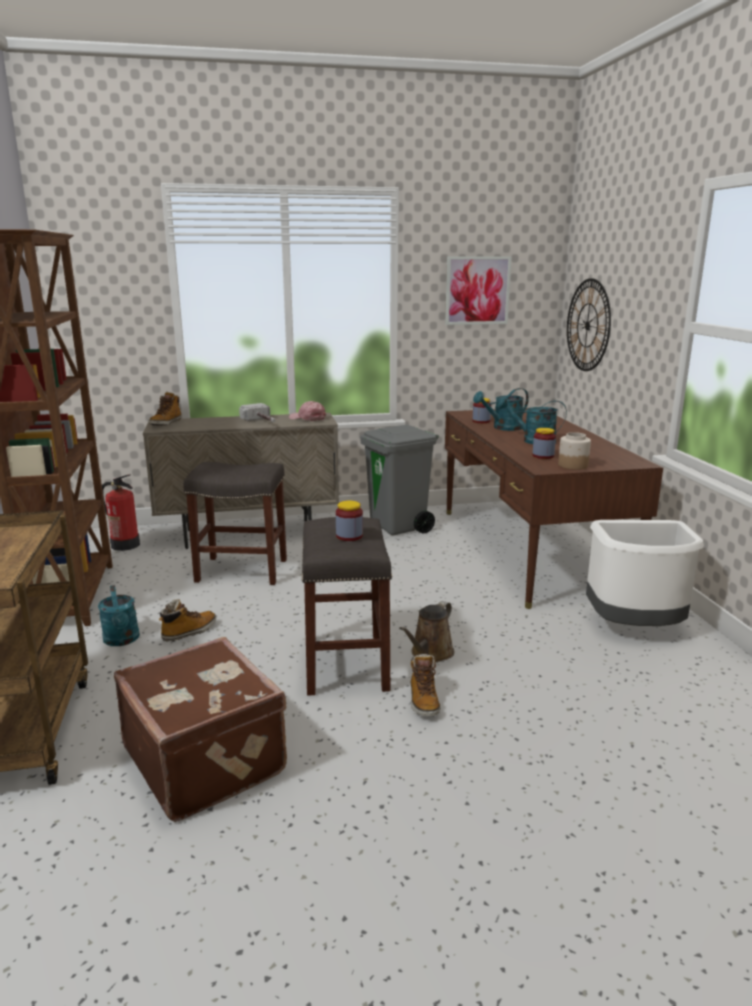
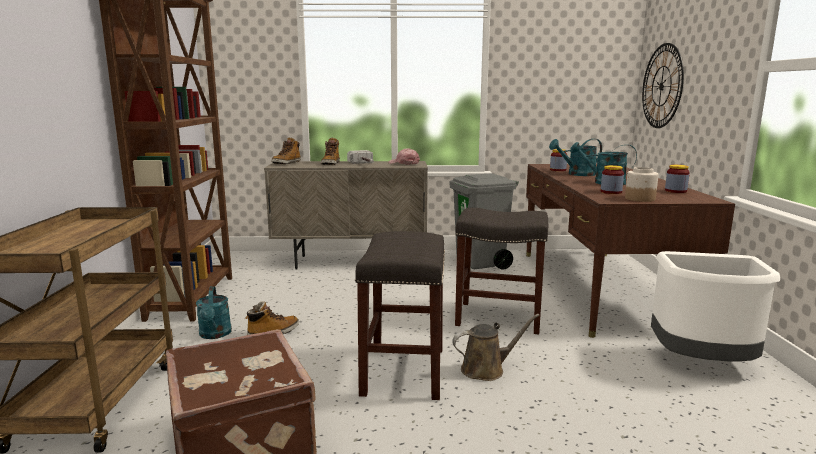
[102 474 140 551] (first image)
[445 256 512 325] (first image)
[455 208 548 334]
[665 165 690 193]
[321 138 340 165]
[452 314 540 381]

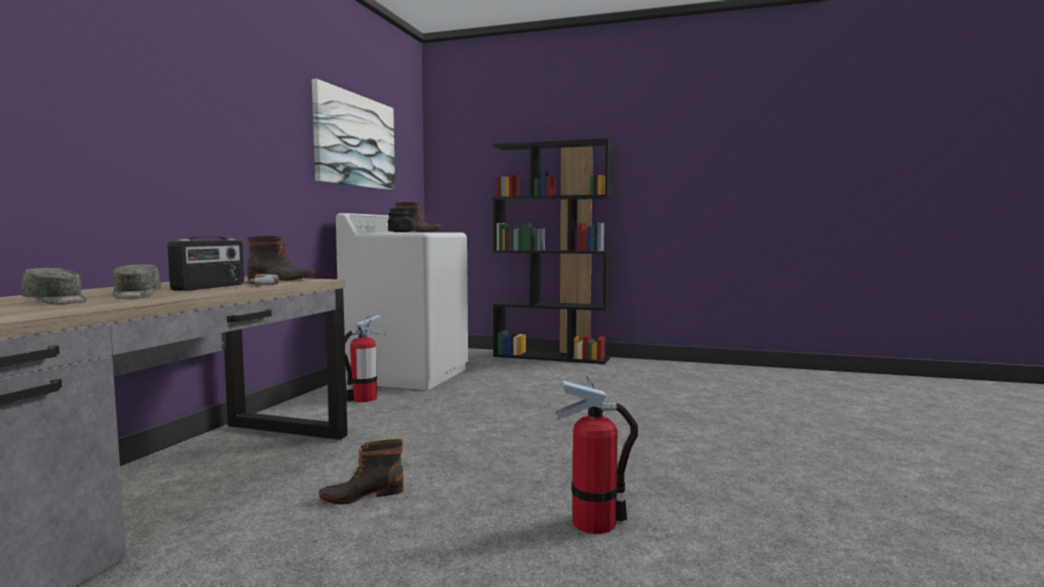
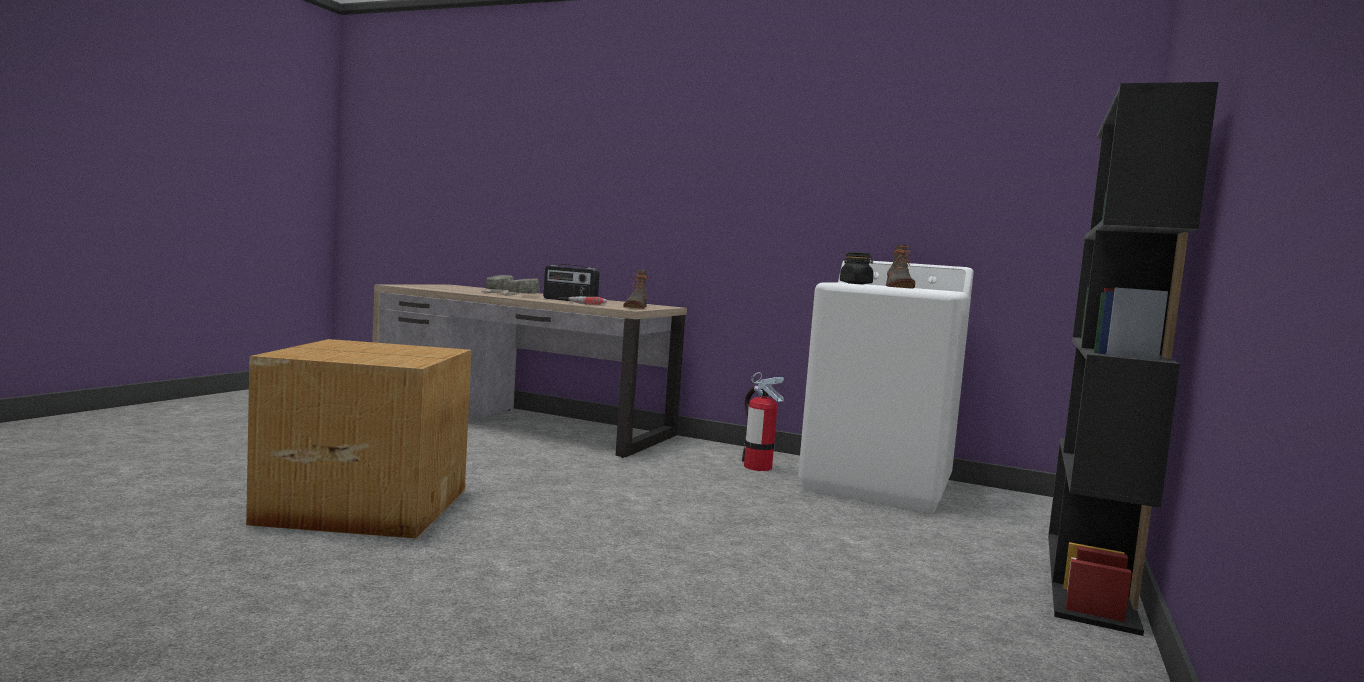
[312 79 395 191] (first image)
[319 439 403 504] (first image)
[246 339 471 539]

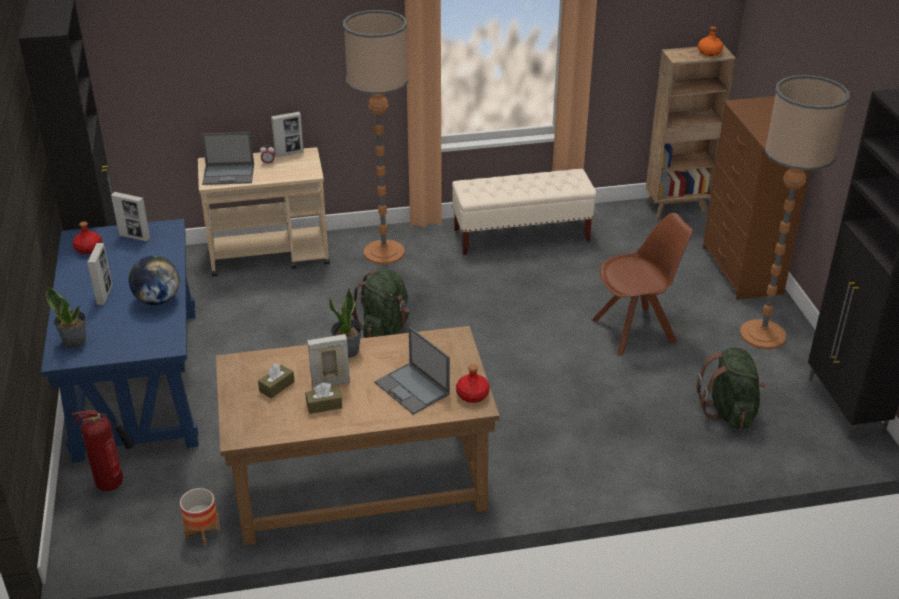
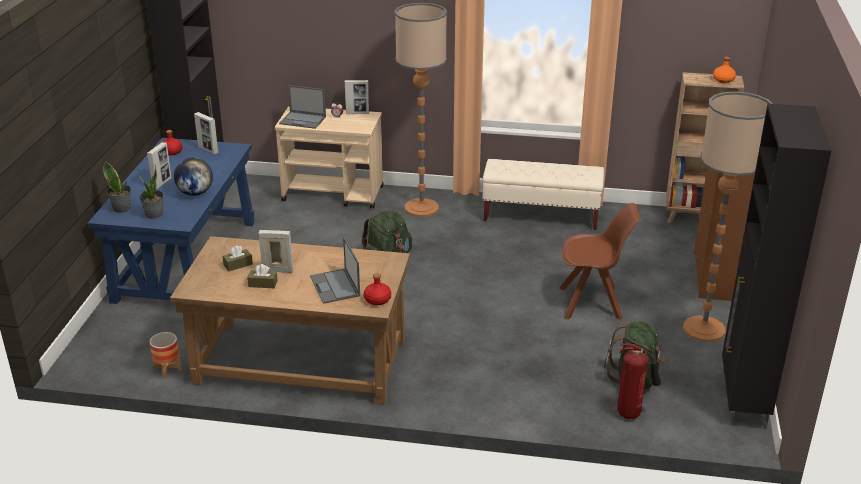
[617 343 661 419]
[138 165 164 219]

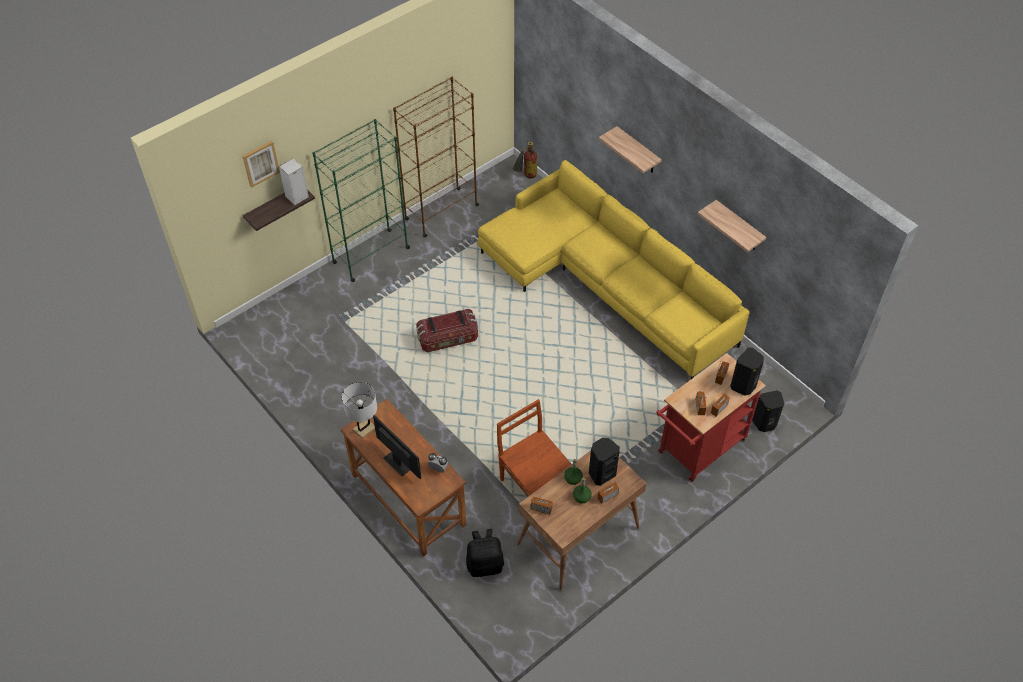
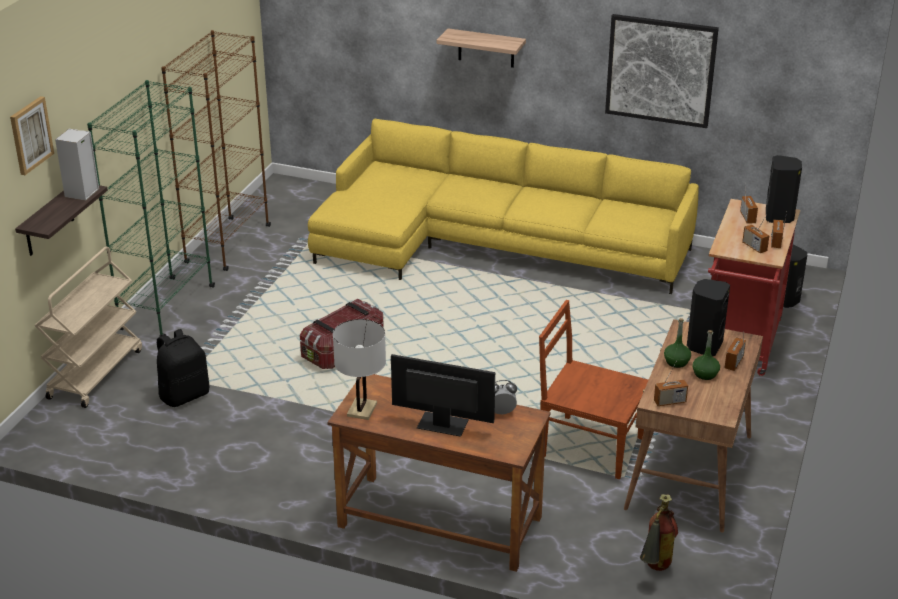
[35 247 142 408]
[157 329 209 407]
[640 494 678 571]
[605 14 719 128]

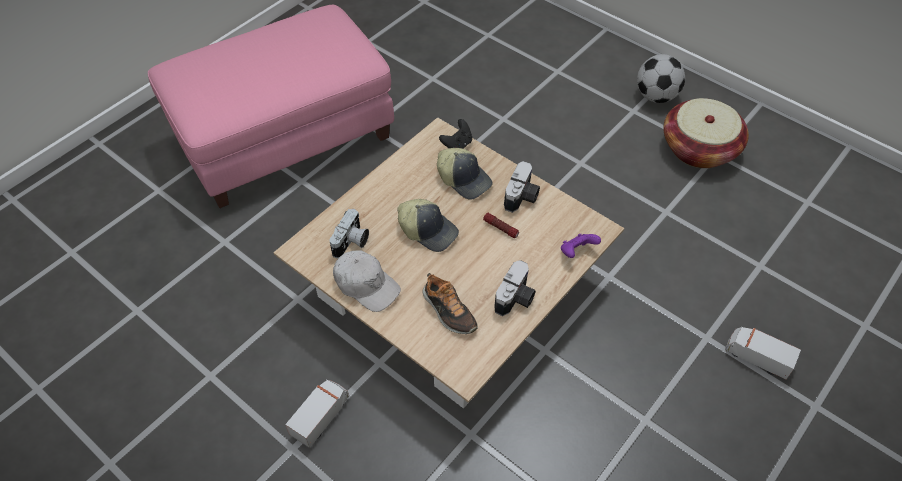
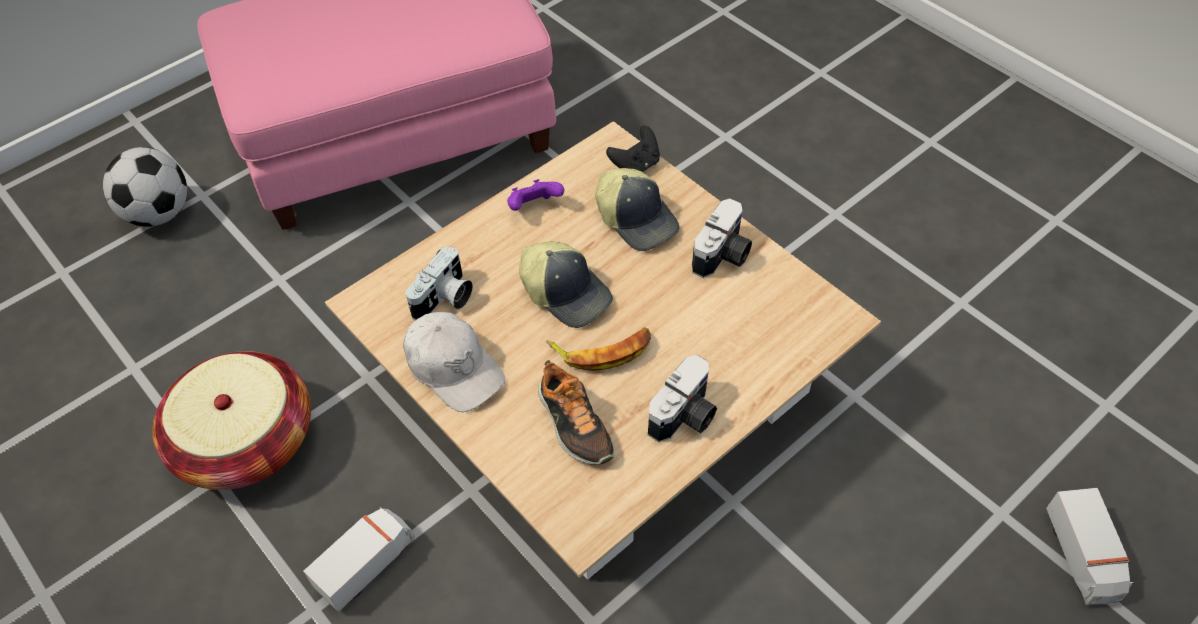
[483 213 519 238] (first image)
[546 327 651 371]
[507 179 564 211]
[103 147 187 227]
[153 351 311 490]
[1046 488 1134 605]

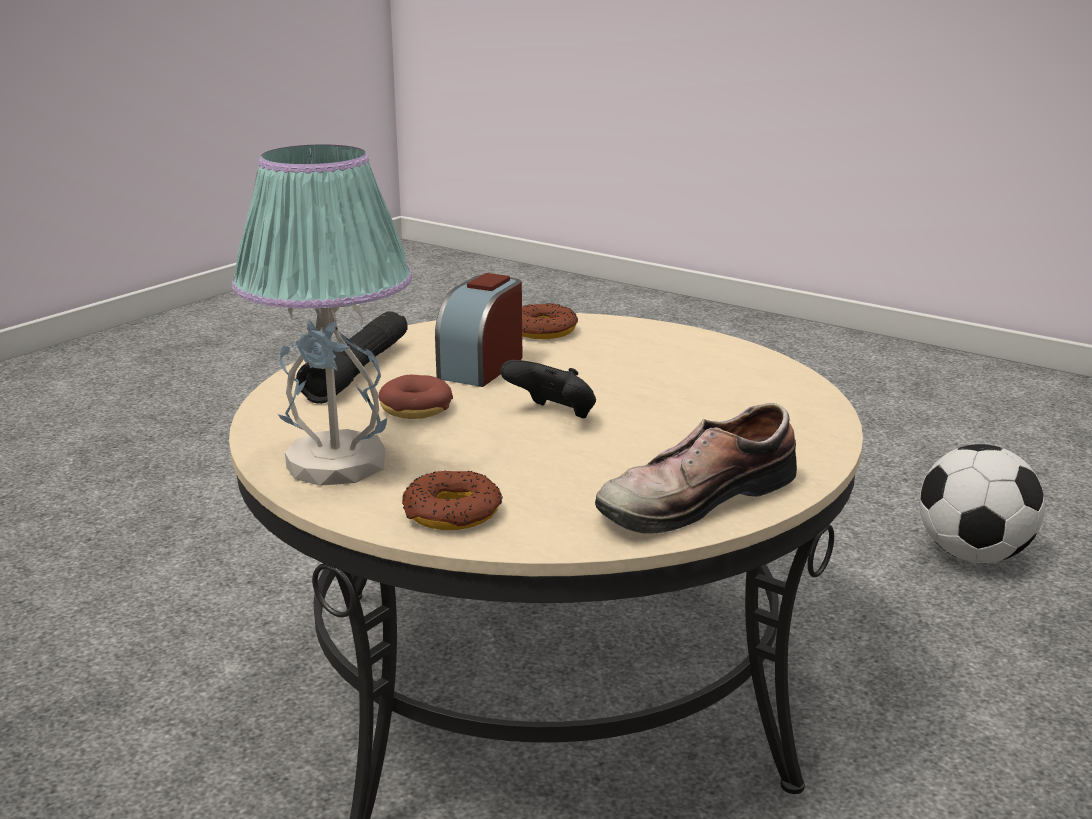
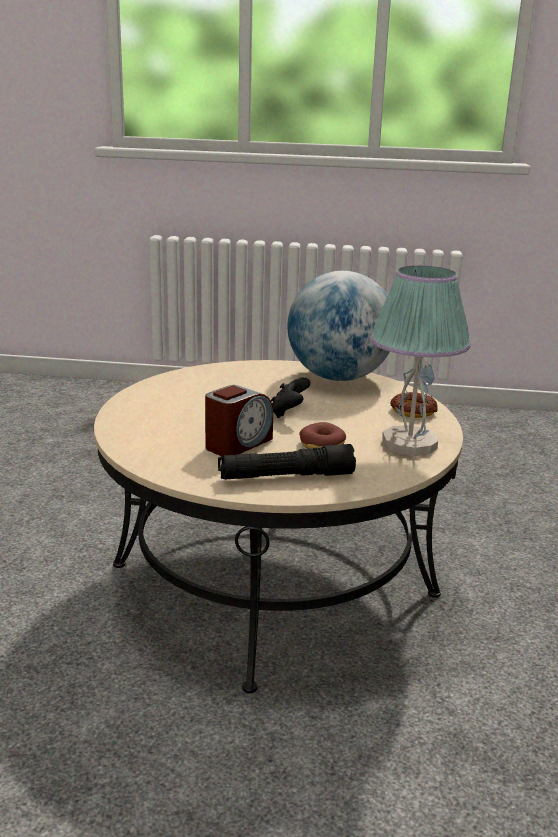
[522 303 578 339] (first image)
[919 444 1045 563] (first image)
[287 271 390 381]
[205 385 273 456]

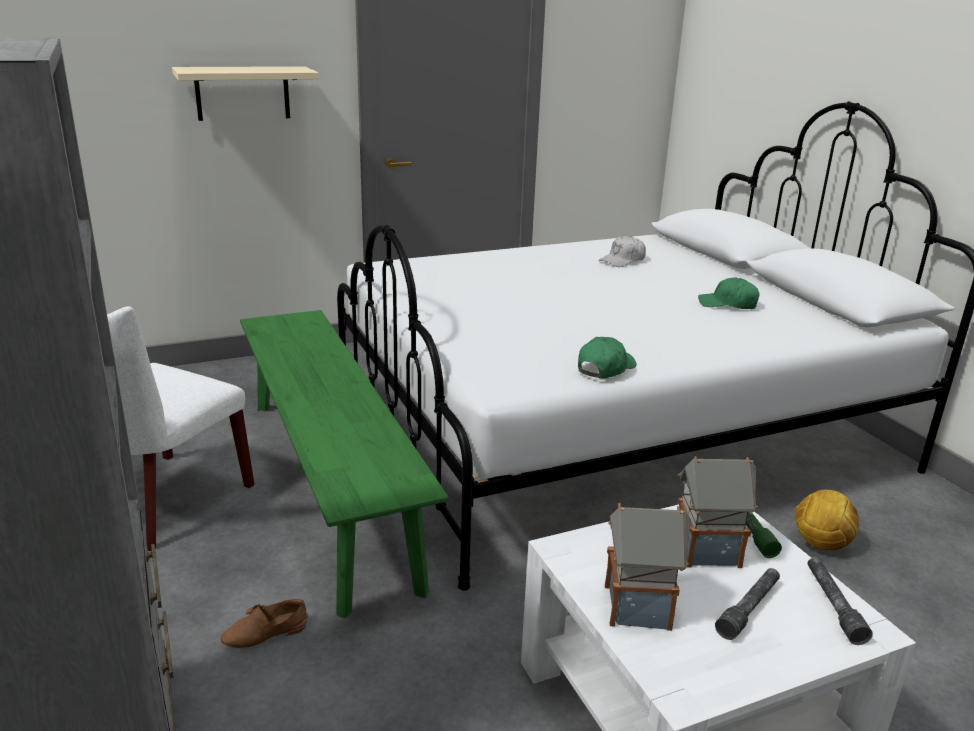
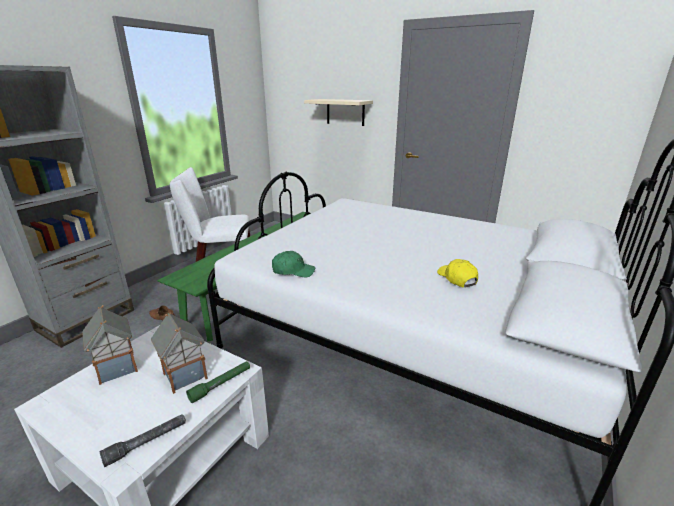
[599 236 646 267] (first image)
[715 568 780 640] (first image)
[795 490 859 550] (first image)
[437 259 478 287]

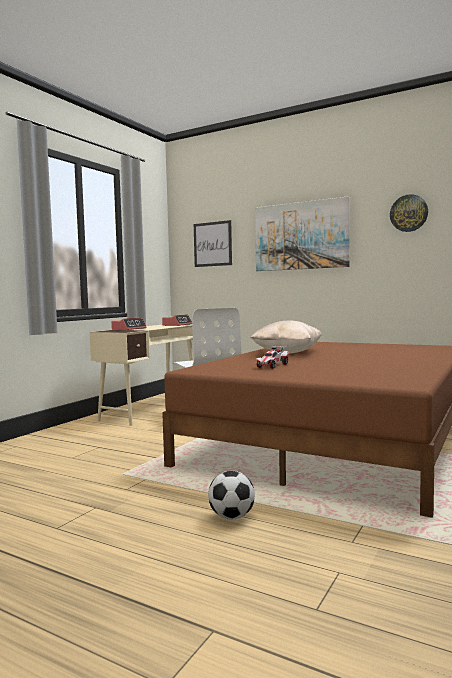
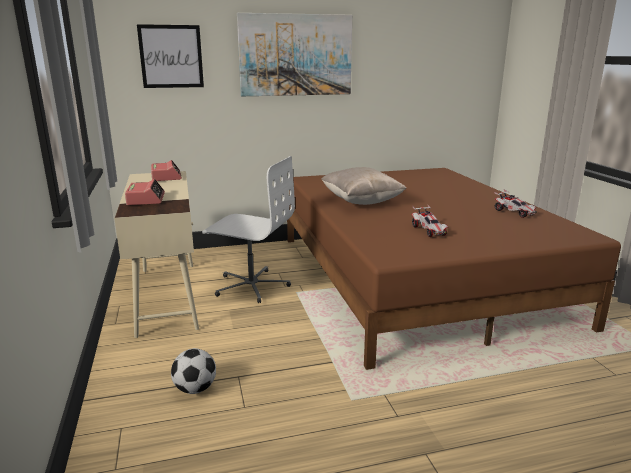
[390 194 428 232] (first image)
[494 190 537 218]
[171 348 216 394]

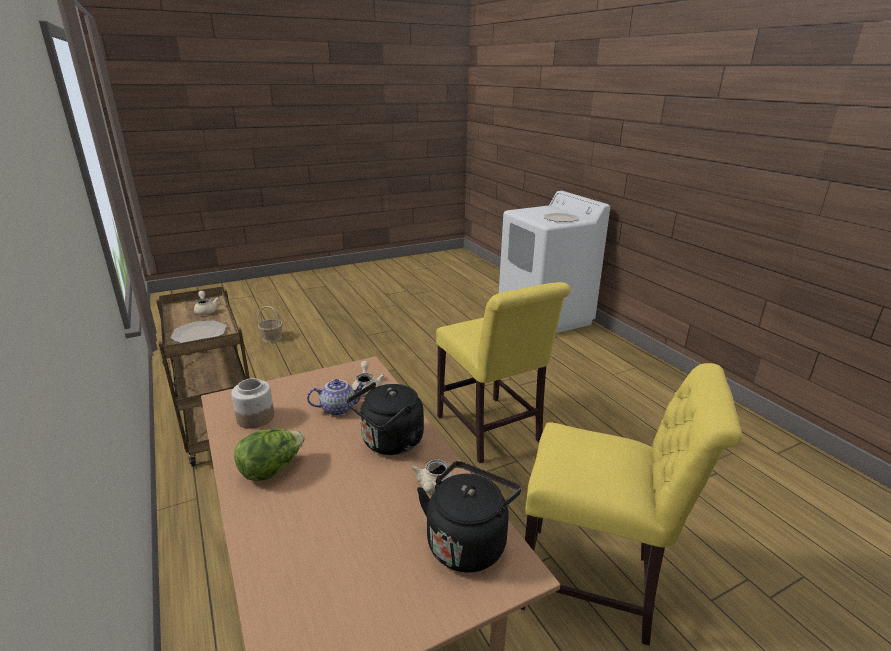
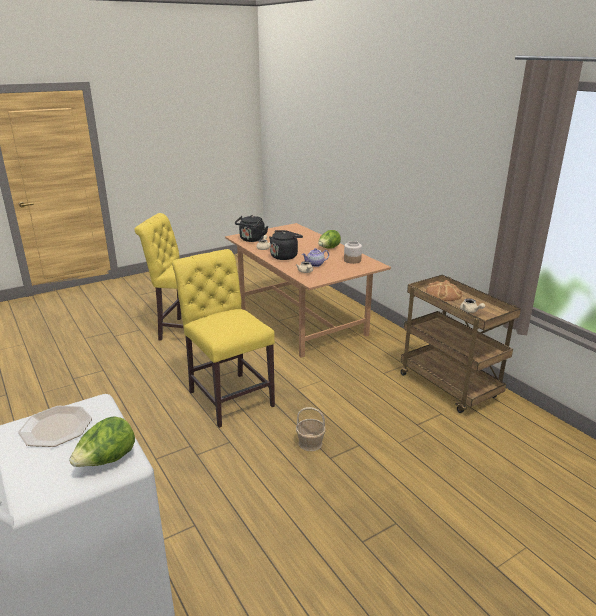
[69 416 135 467]
[296 407 326 451]
[426 280 462 301]

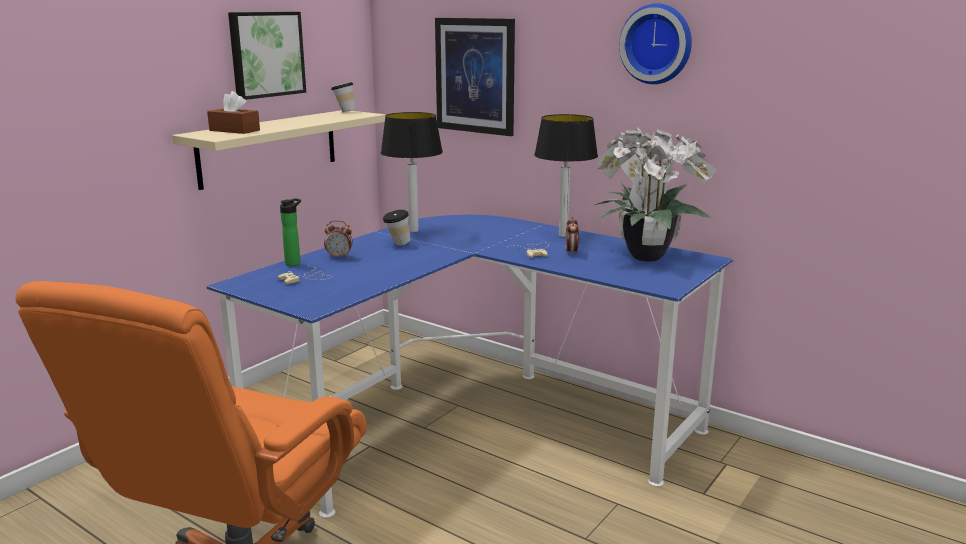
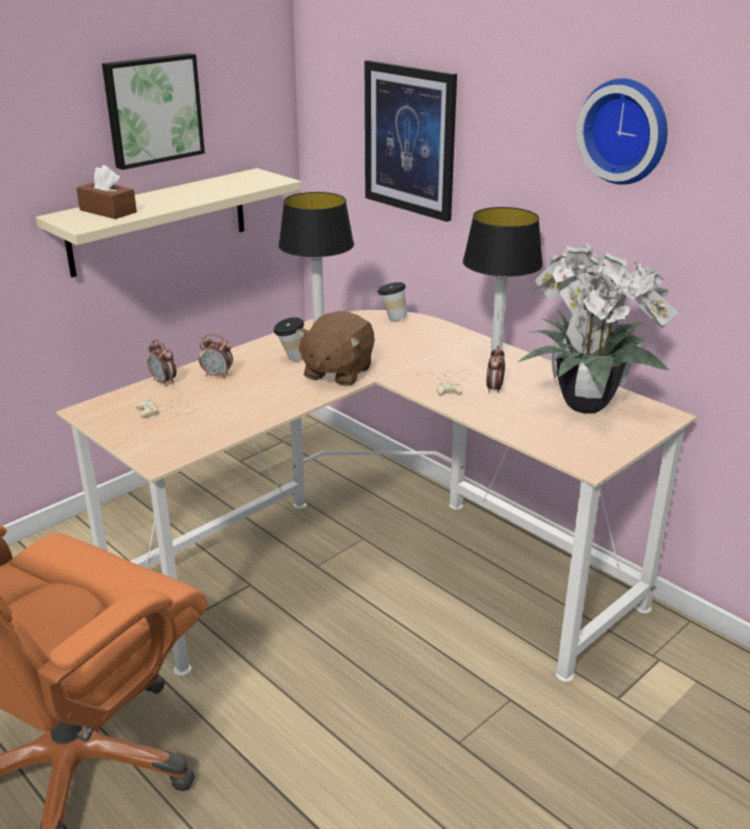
[296 311 375 386]
[377 282 407 321]
[147 340 177 387]
[56 310 697 682]

